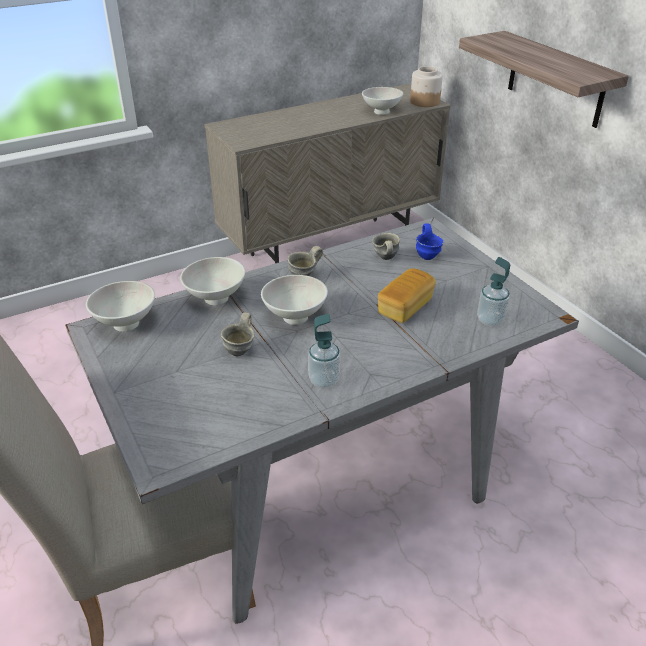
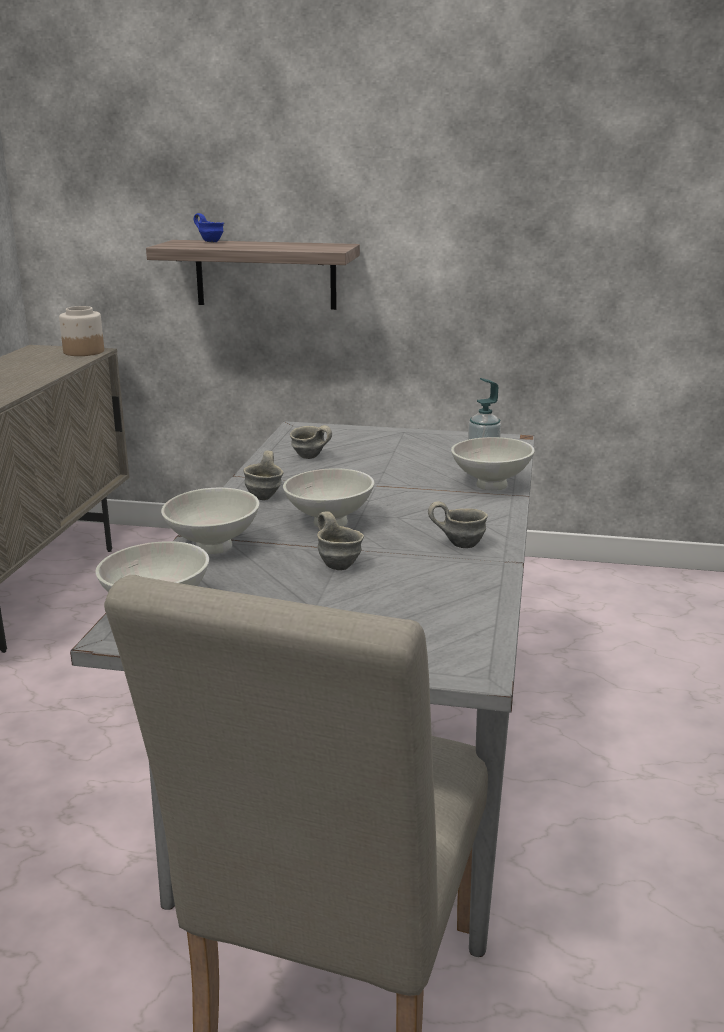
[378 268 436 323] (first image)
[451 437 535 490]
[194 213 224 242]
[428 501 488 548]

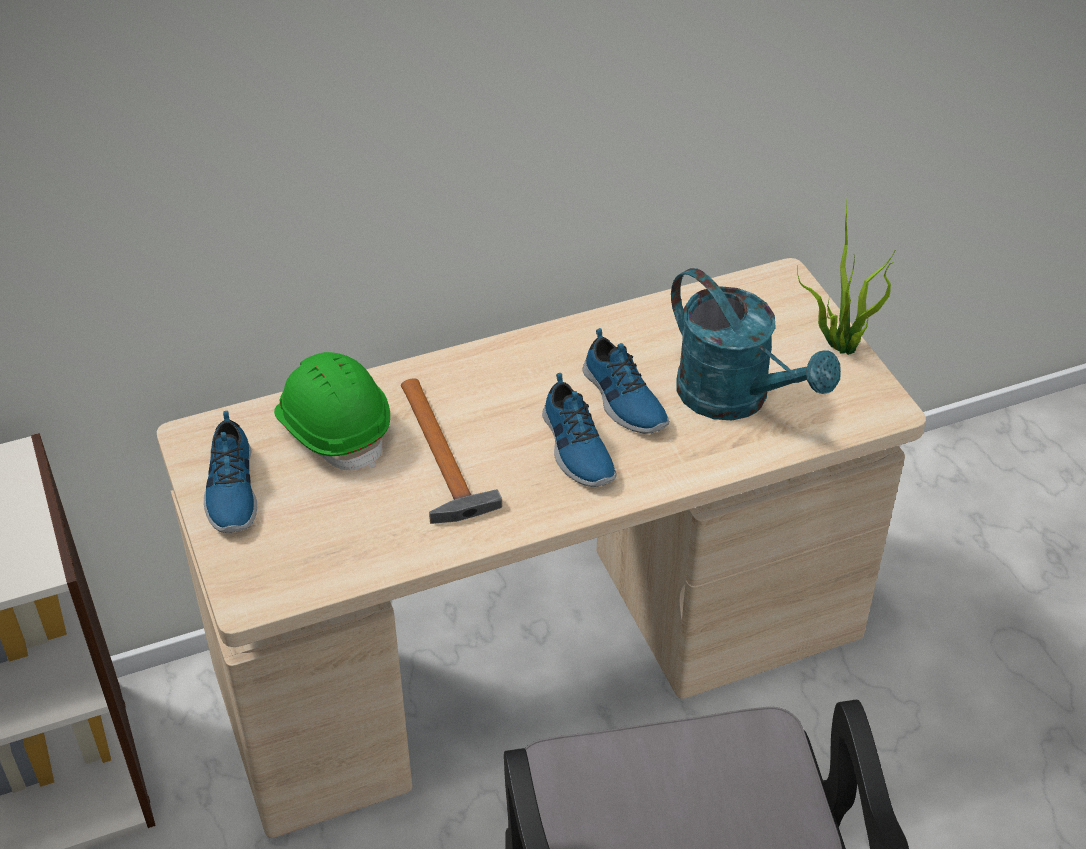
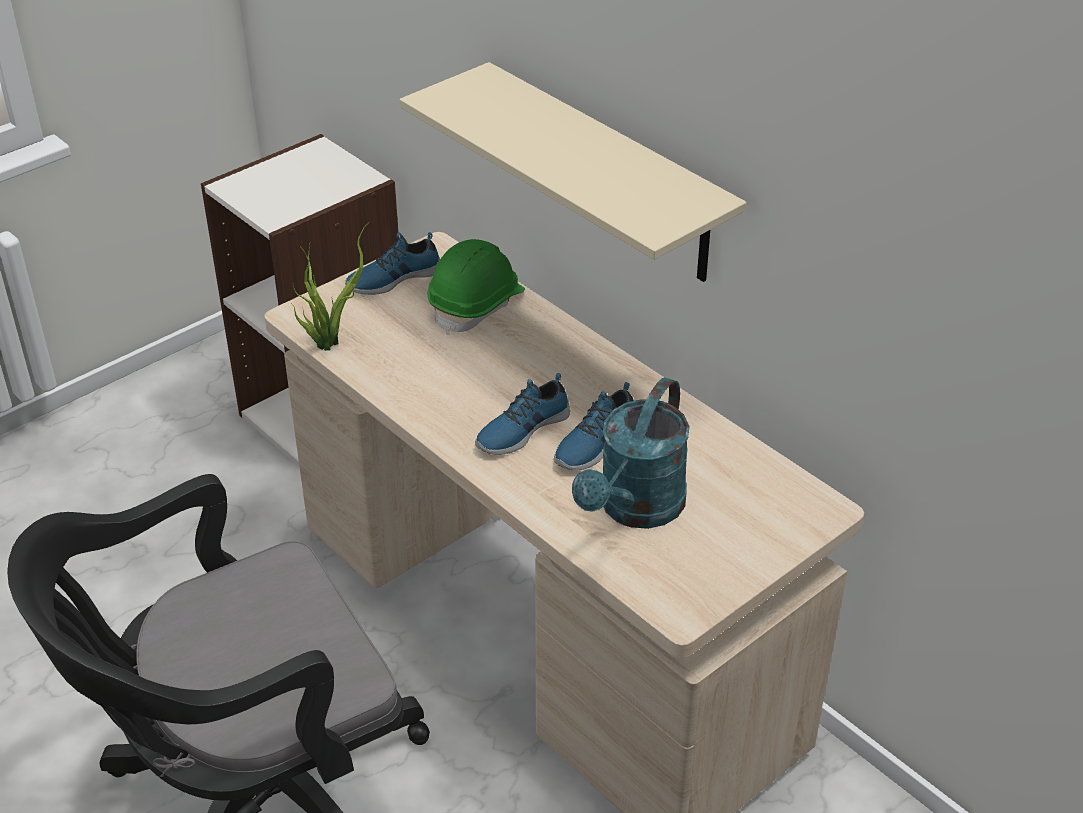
[401 378 502 524] (first image)
[399 62 747 282]
[292 221 370 351]

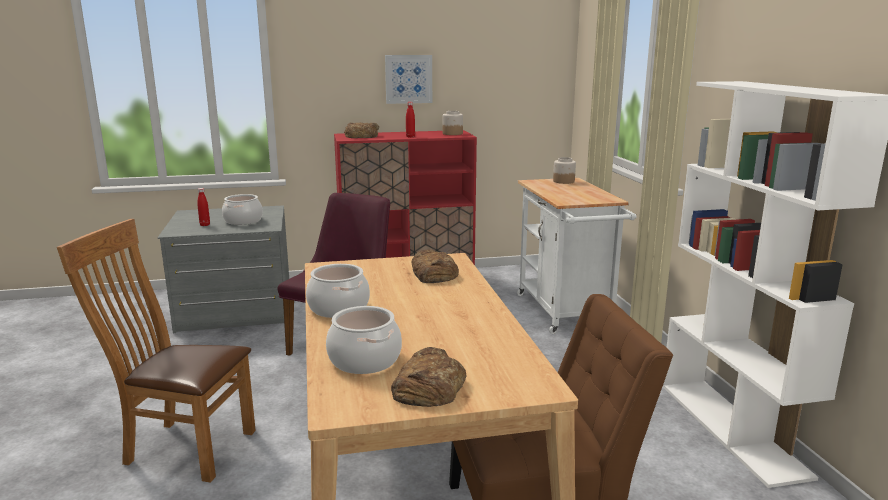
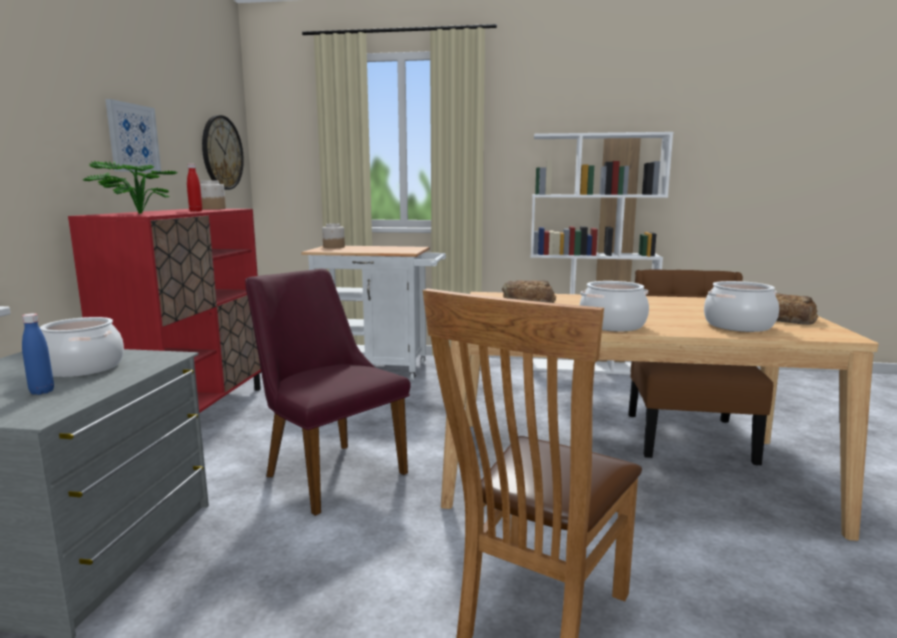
[202 115 244 190]
[83 161 178 214]
[22 313 54 395]

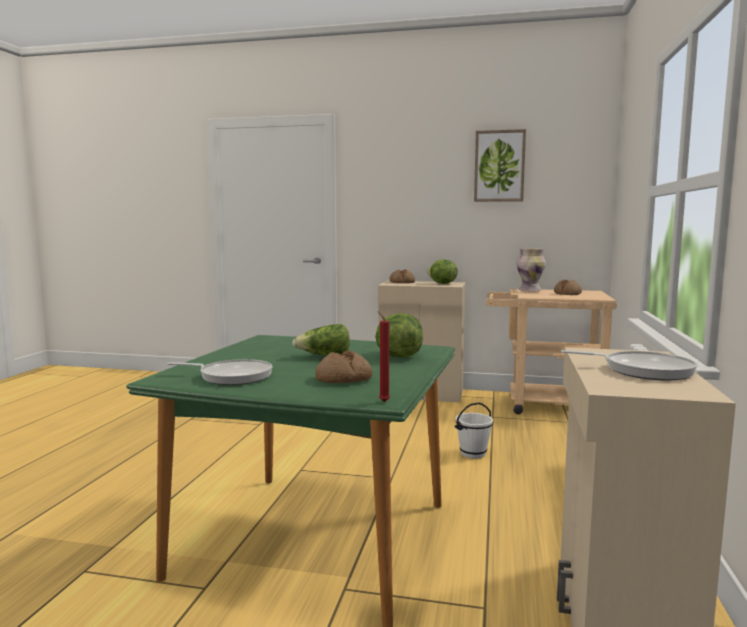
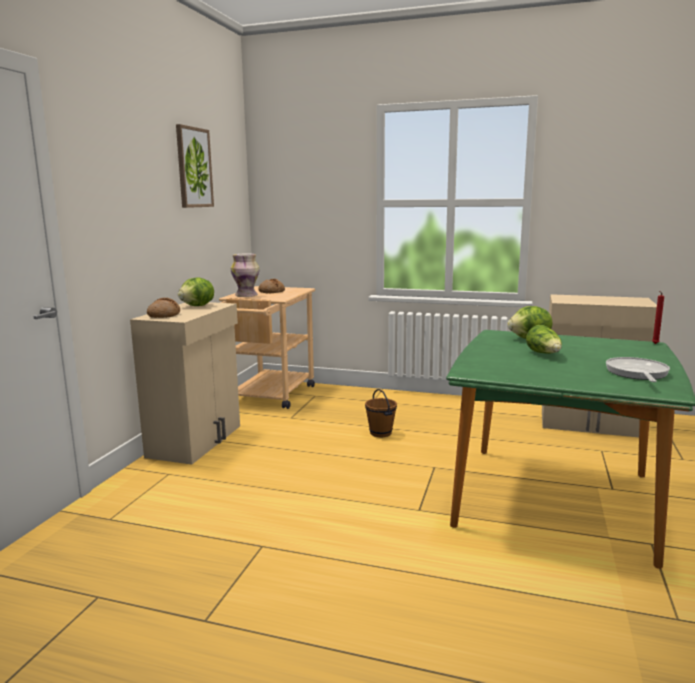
[315 351 372 383] (first image)
[561 350 697 381] (first image)
[365 389 397 437]

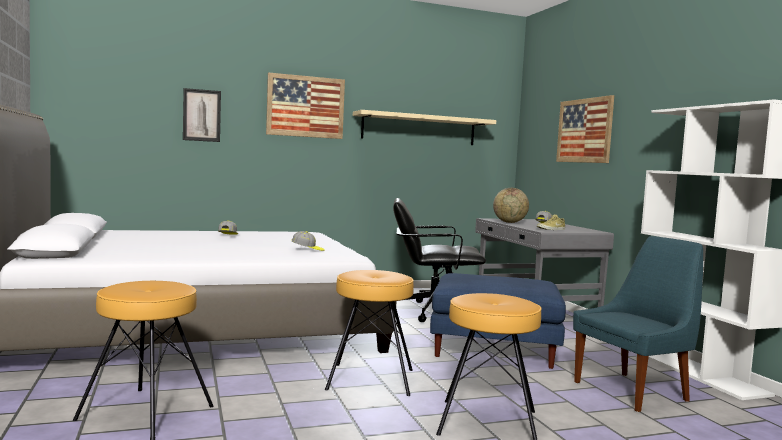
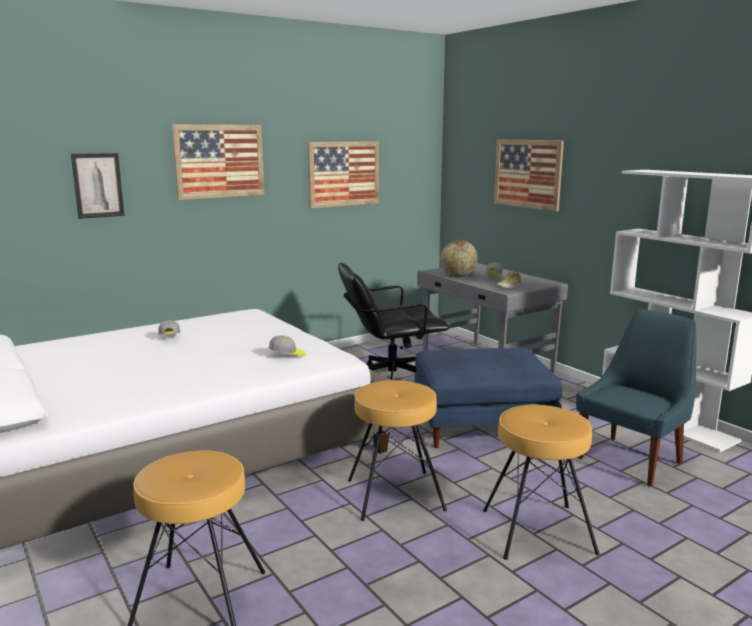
[308 141 379 208]

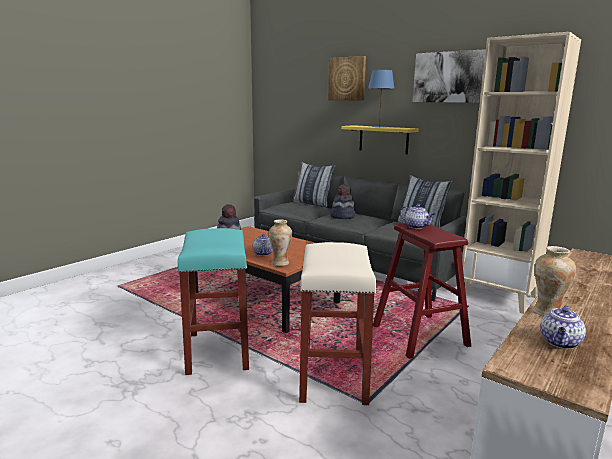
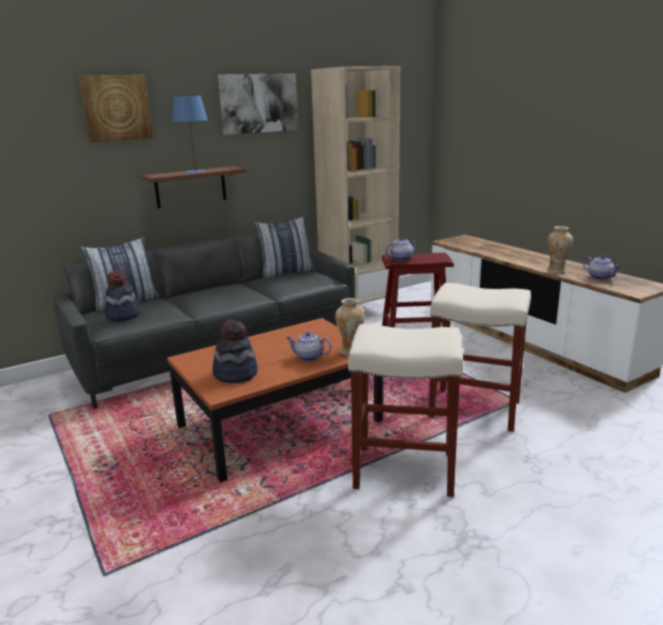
[105 269 141 322]
[348 324 463 497]
[140 166 246 208]

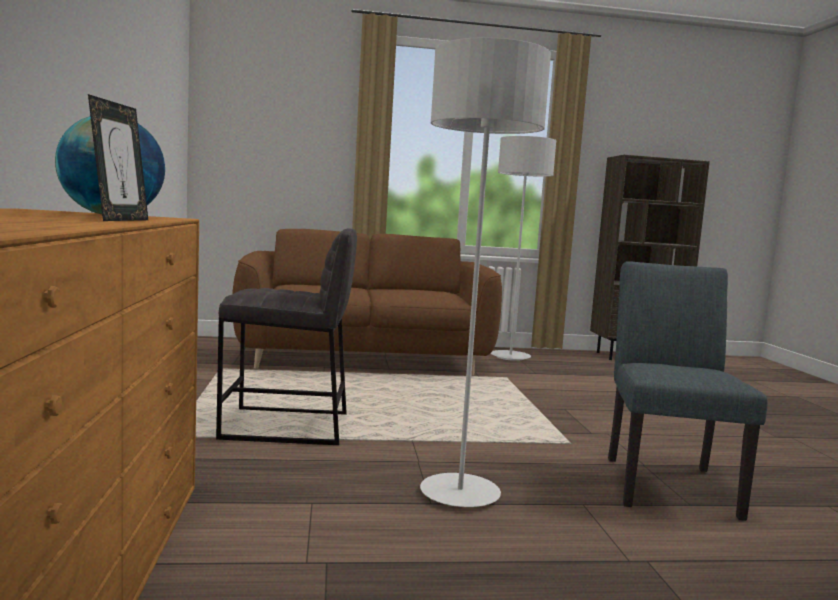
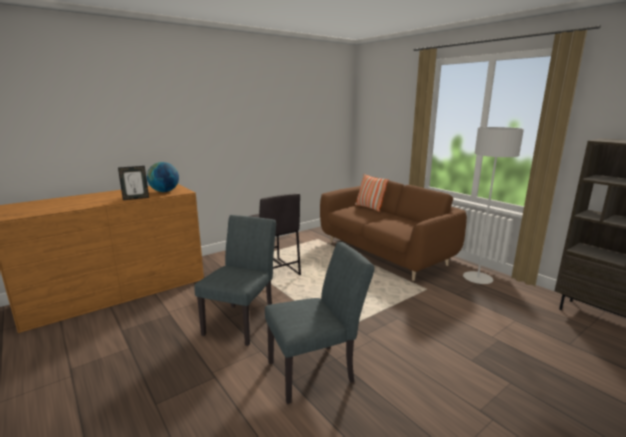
[355 174 389 212]
[194 215 276 346]

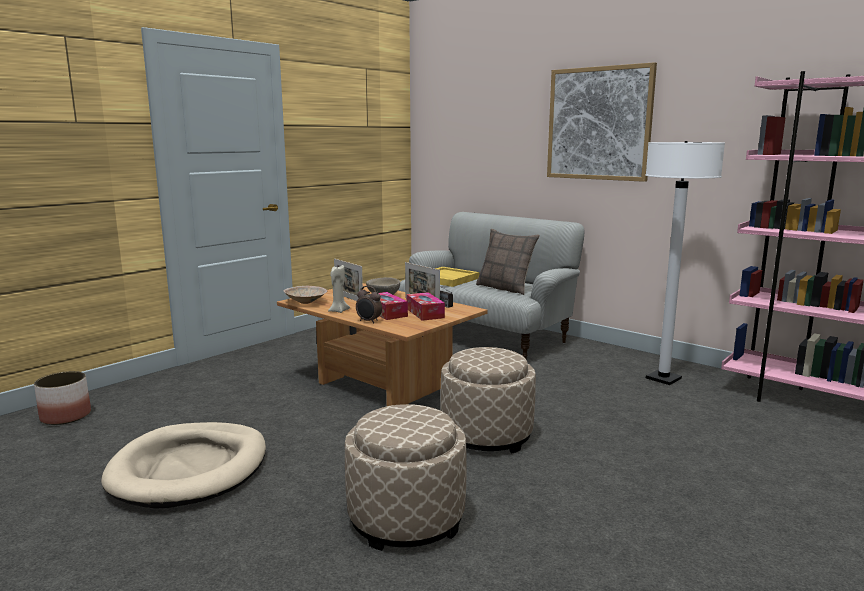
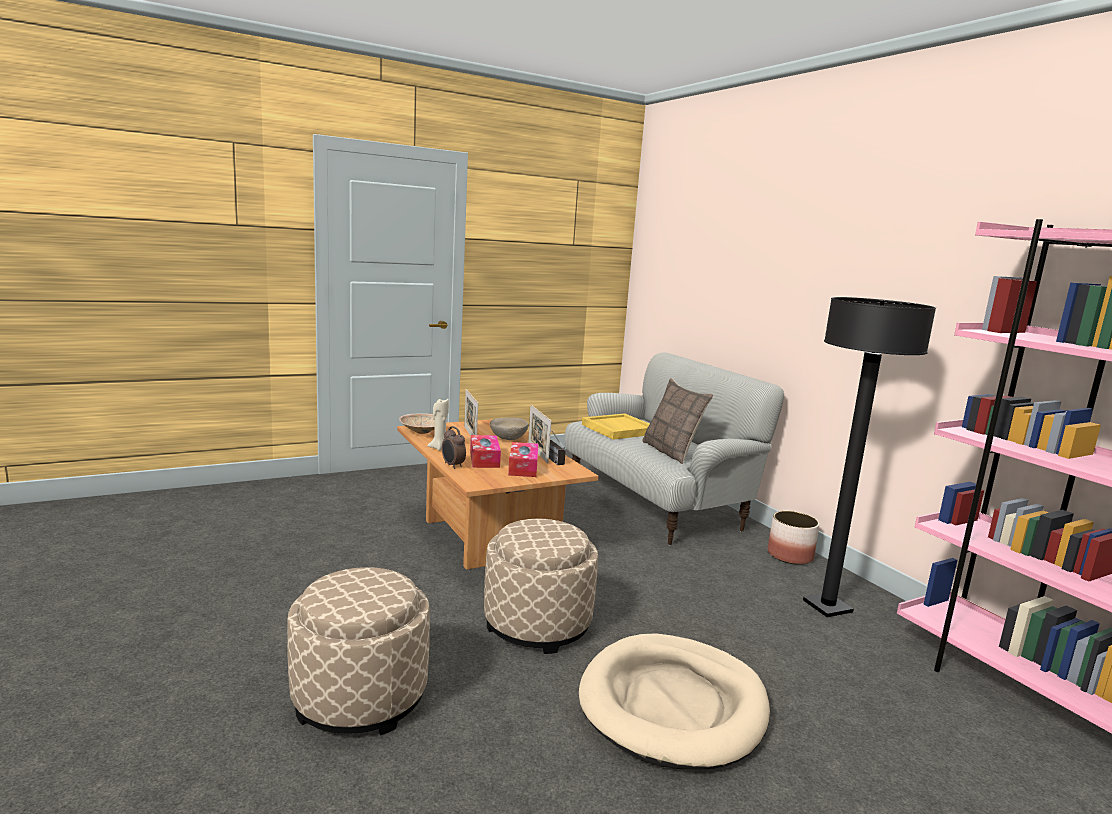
[547 62 657 182] (first image)
[768 511 819 565]
[579 633 770 769]
[803 297 936 617]

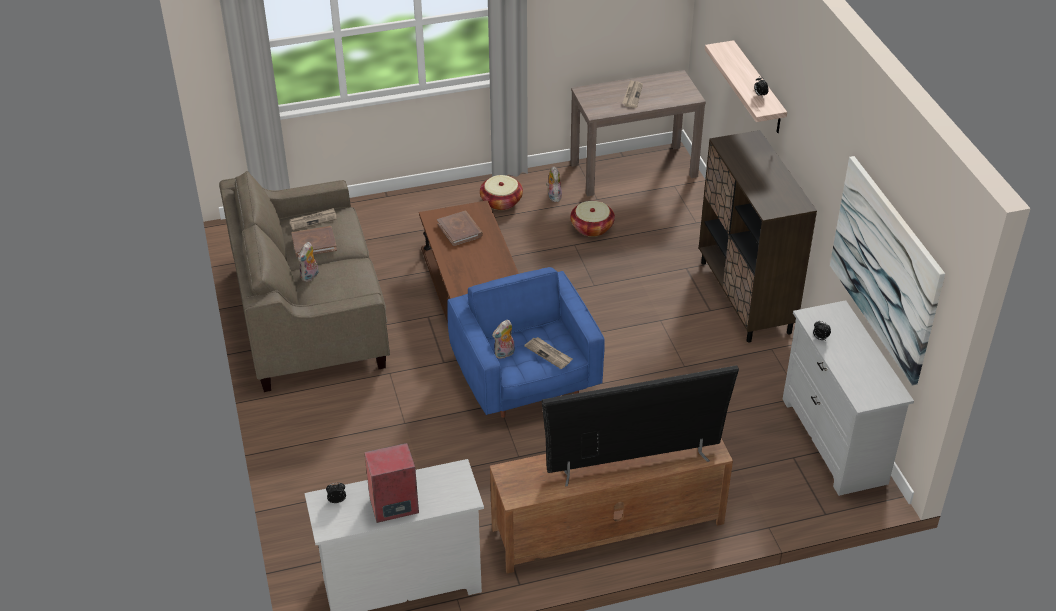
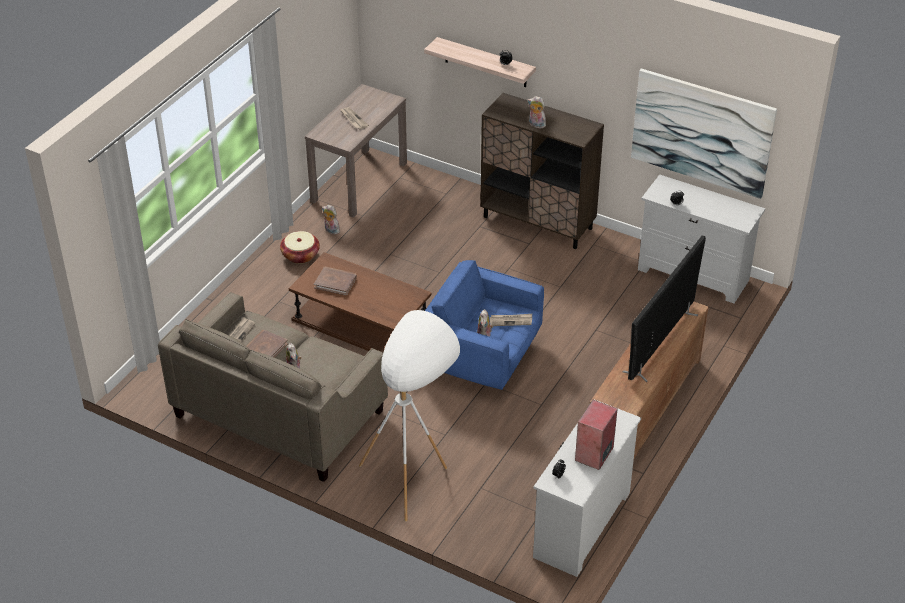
[570 201 615 237] (first image)
[359 310 460 522]
[528 96 546 128]

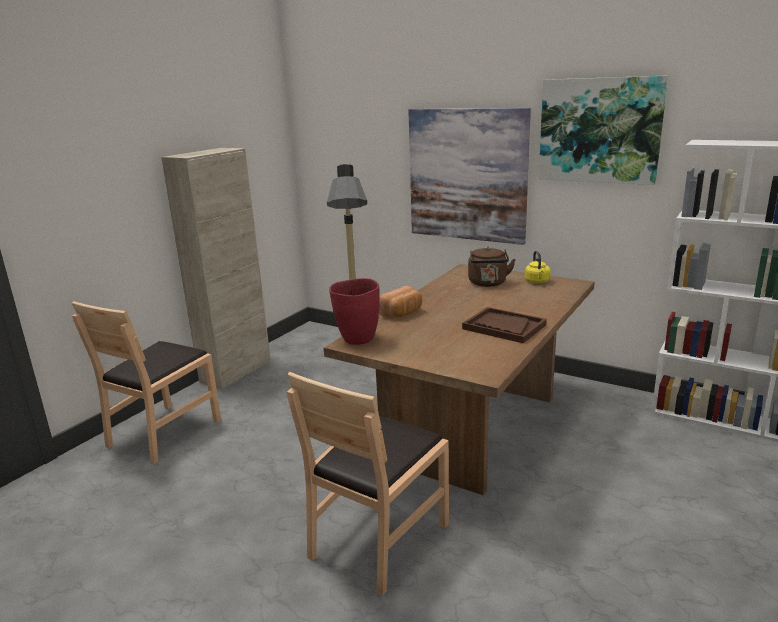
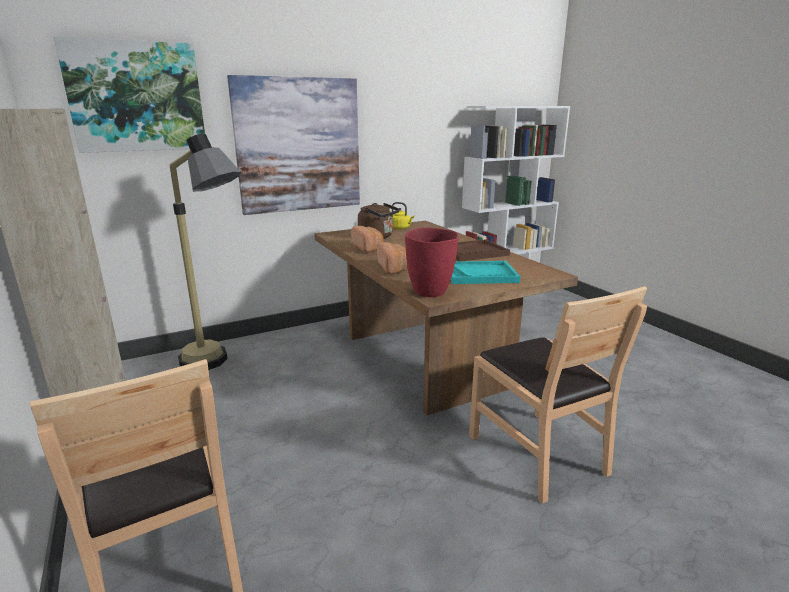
[351 226 384 252]
[451 261 520 284]
[54 36 205 153]

